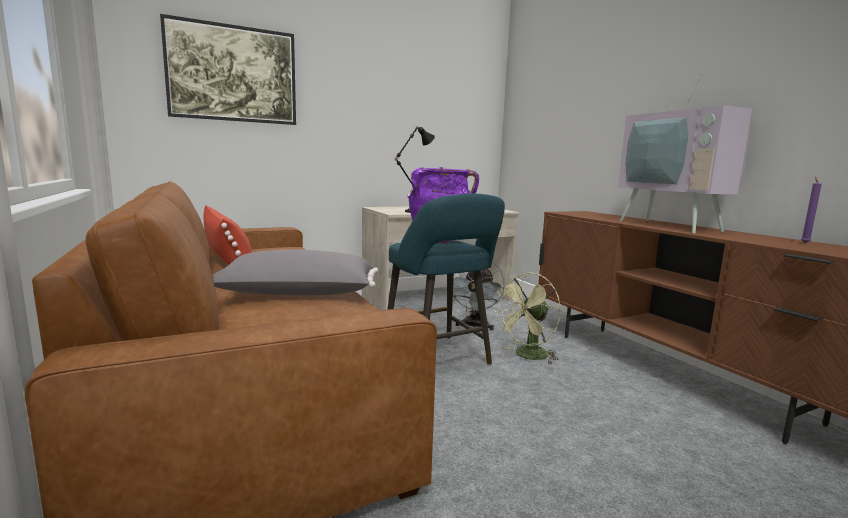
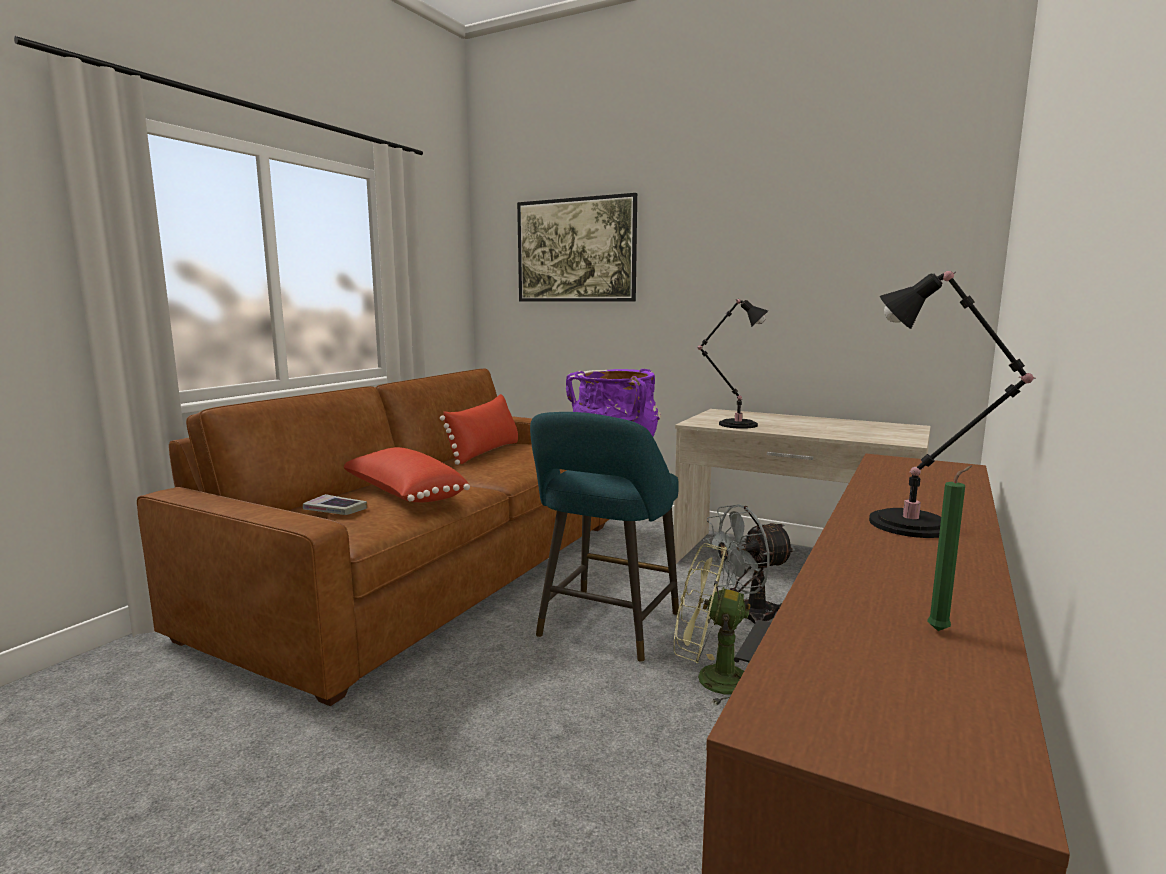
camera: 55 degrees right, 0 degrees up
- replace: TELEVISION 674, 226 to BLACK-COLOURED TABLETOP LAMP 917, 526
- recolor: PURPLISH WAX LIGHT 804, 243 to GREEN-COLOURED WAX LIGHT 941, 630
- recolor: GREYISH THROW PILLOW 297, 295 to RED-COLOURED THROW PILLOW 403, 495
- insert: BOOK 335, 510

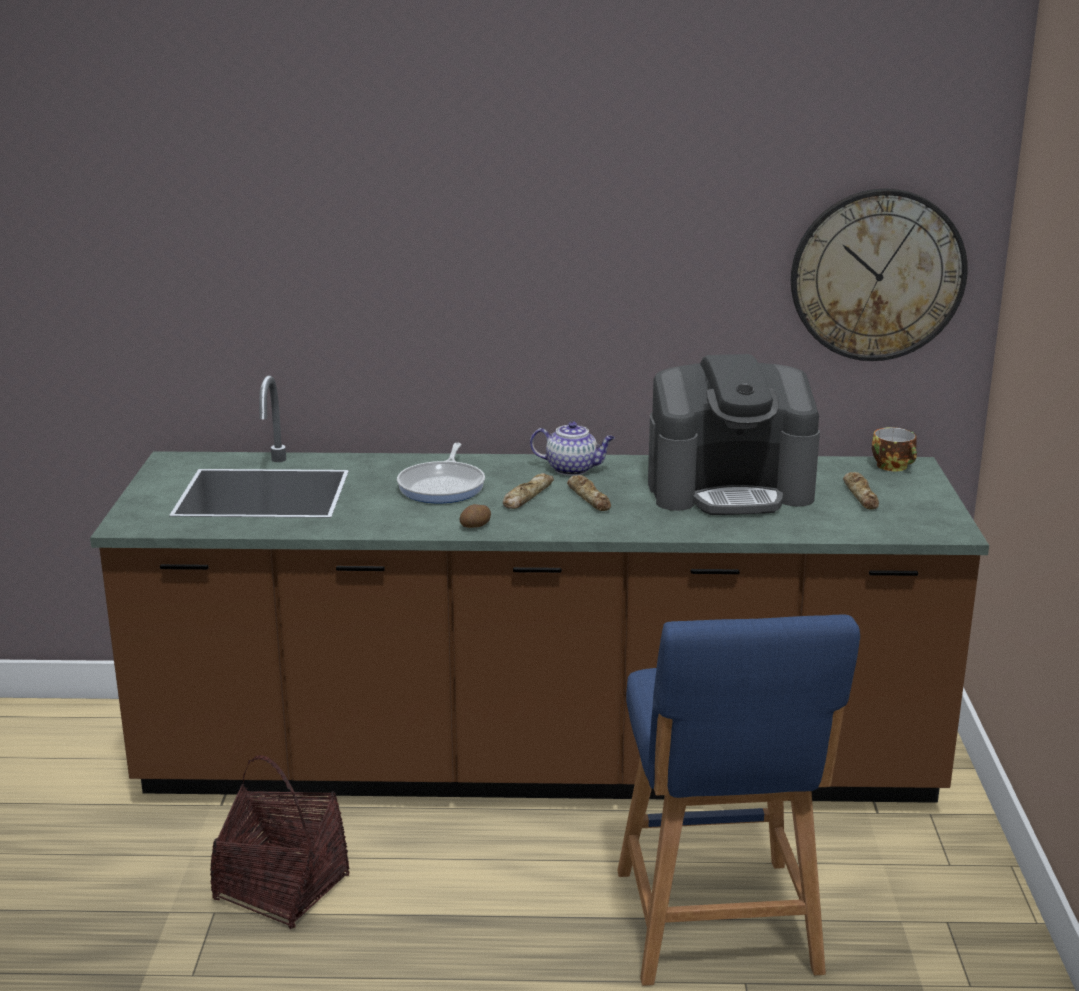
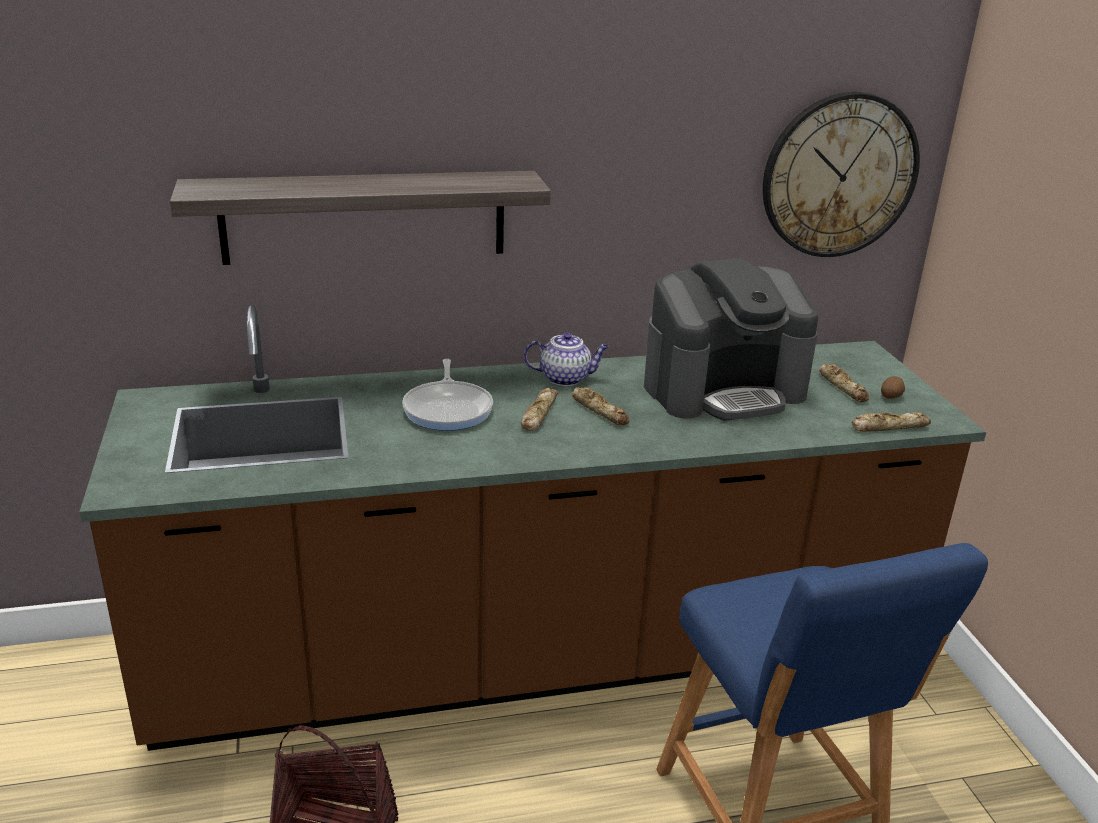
camera: 15 degrees left, 5 degrees up
- delete: SMALL CUP 894, 466
- move: WHOLE POTATO 476, 526 to 891, 396
- insert: BRACKET SHELF 364, 217
- insert: BAKERY BREAD 888, 427

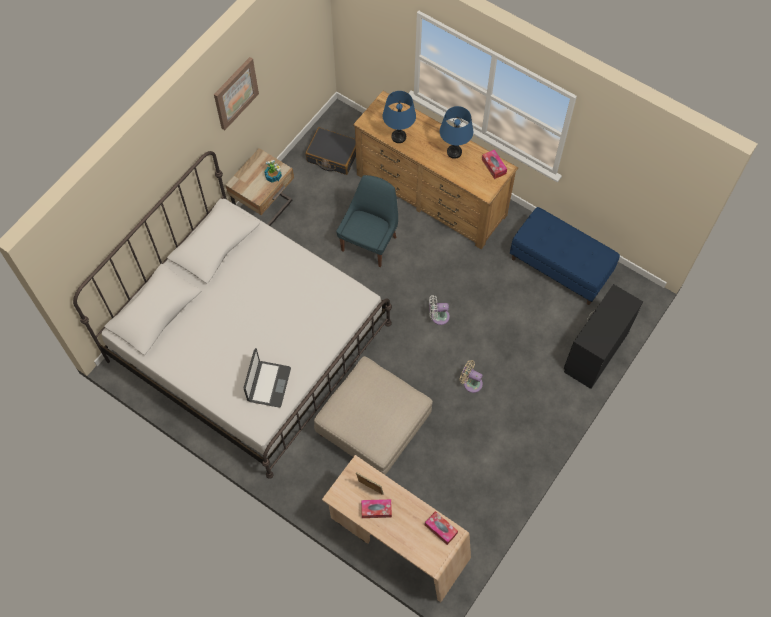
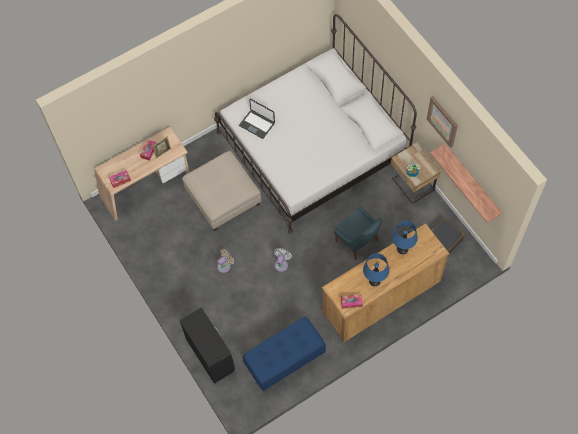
camera: 115 degrees right, 0 degrees up
- insert: BRACKET SHELF 472, 181

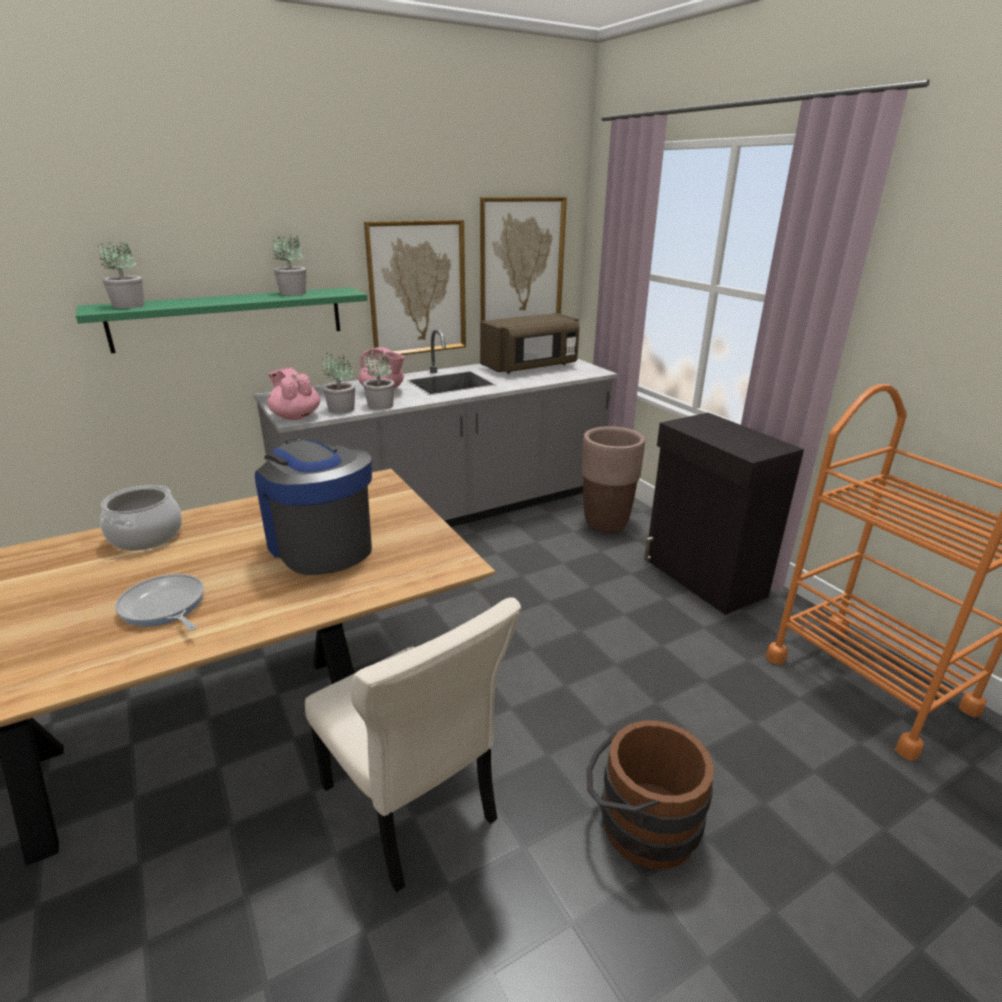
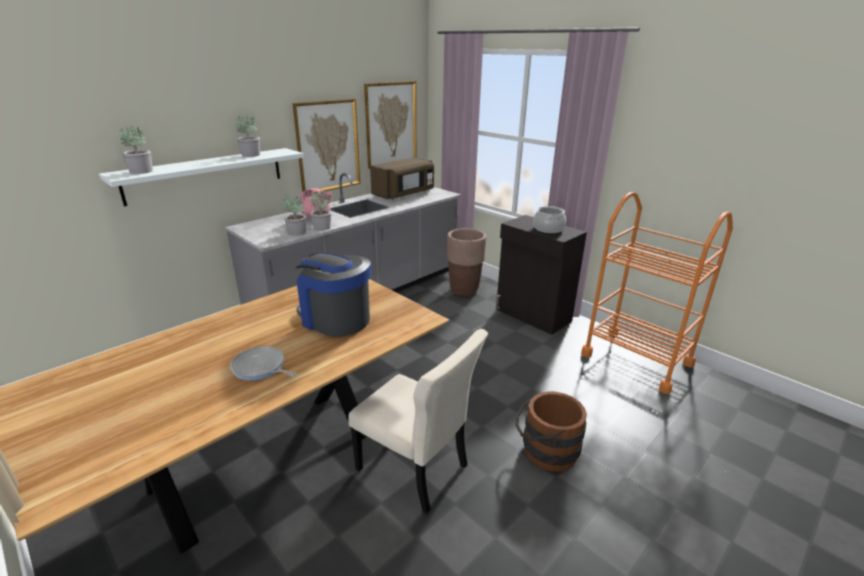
camera: 15 degrees left, 0 degrees up
- recolor: GREEN-COLOURED BRACKET SHELF 230, 318 to WHITE BRACKET SHELF 206, 175
- delete: PINK TEA POT 295, 416
- move: SAUCEPOT 146, 536 to 548, 229

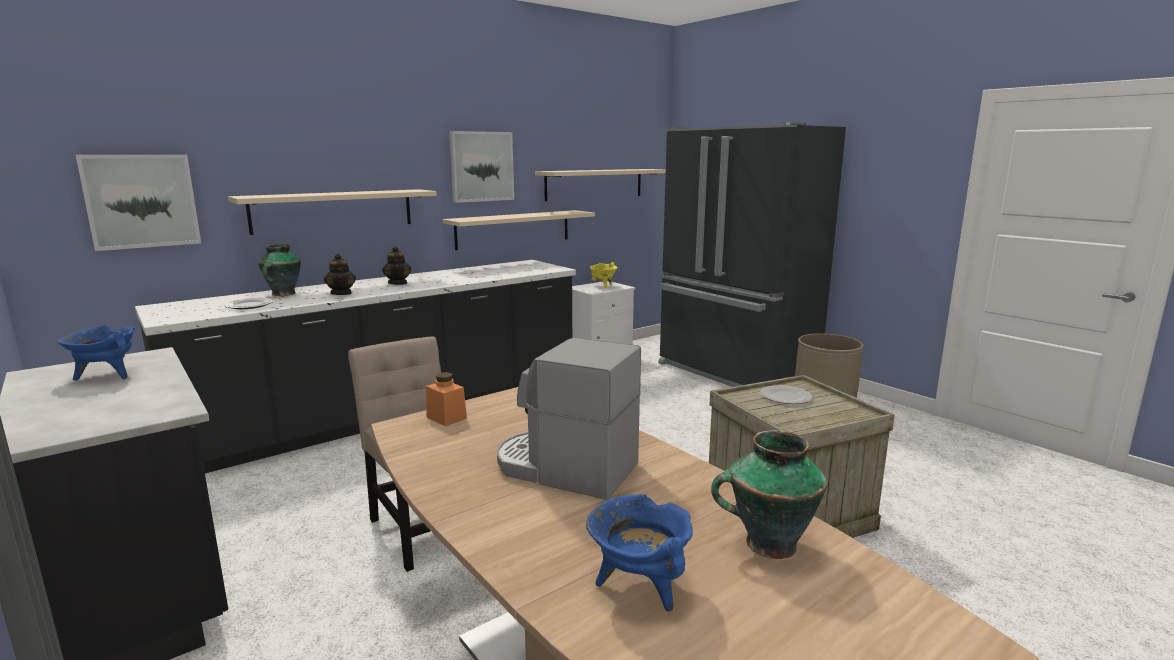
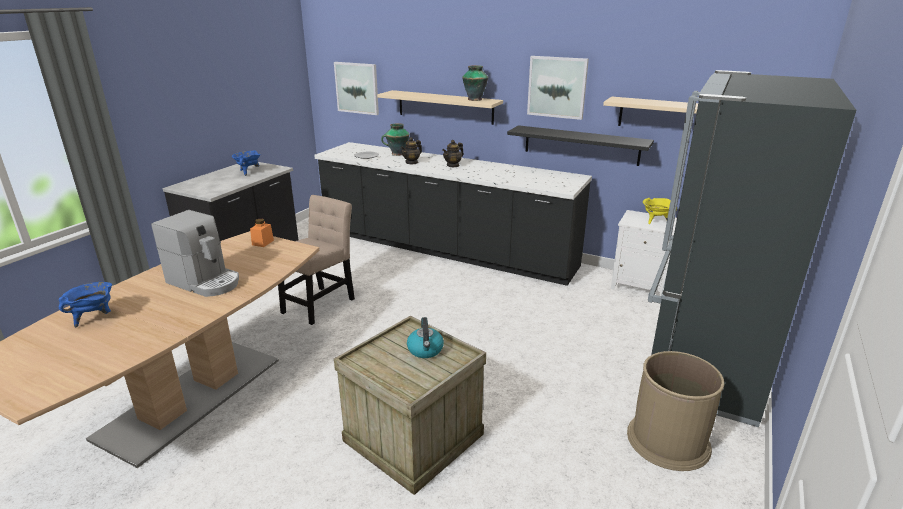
camera: 65 degrees right, 10 degrees up
- recolor: BEIGE-COLOURED BRACKET SHELF 513, 229 to BLACK-COLOURED BRACKET SHELF 581, 145
- rotate: COFFEE MAKER 565, 468 = 205, 282 120 degrees clockwise
- replace: PLATE 785, 397 to KETTLE 425, 350
- move: VASE 768, 544 to 474, 99

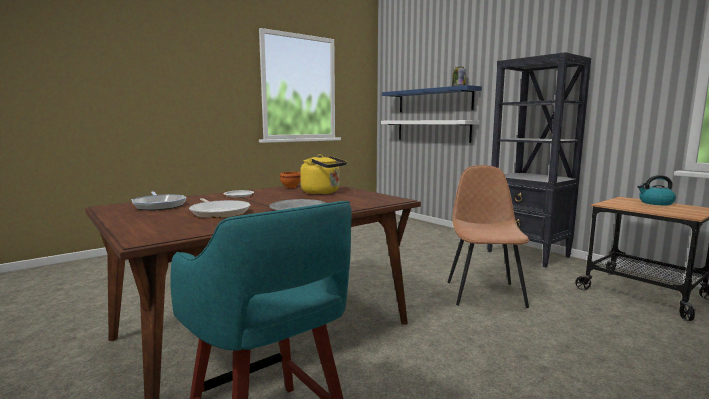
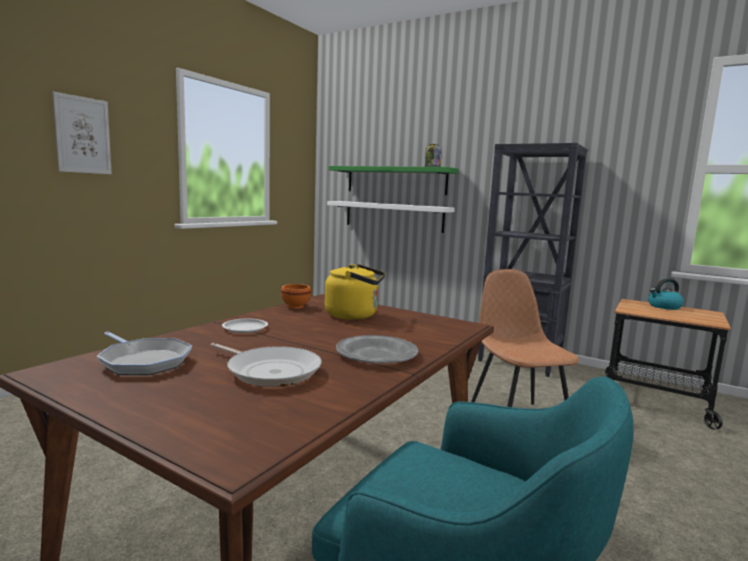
camera: 20 degrees left, 0 degrees up
- recolor: BLUE-COLOURED BRACKET SHELF 434, 100 to GREEN-COLOURED BRACKET SHELF 395, 180
- insert: PICTURE 83, 135

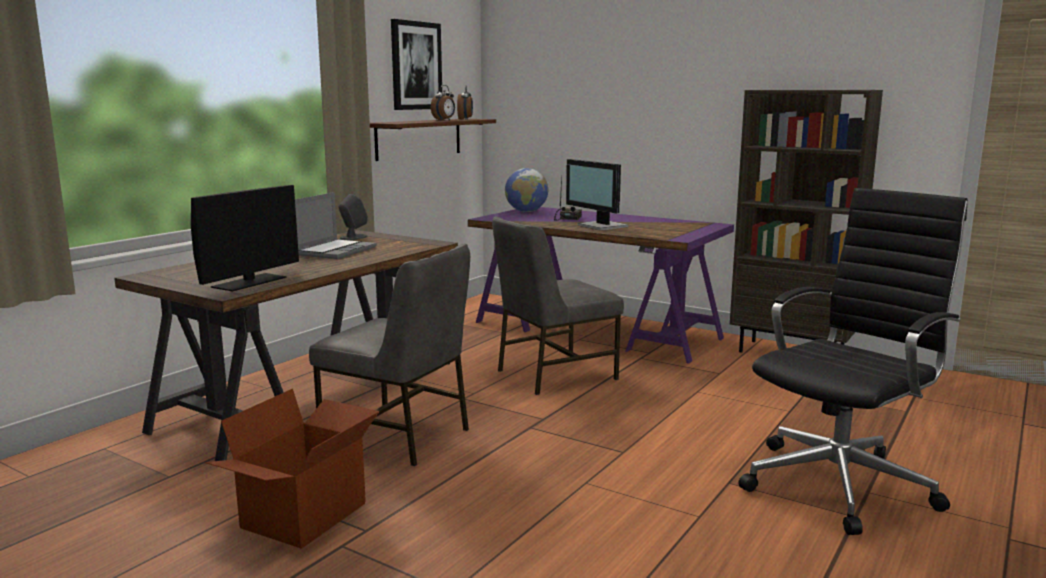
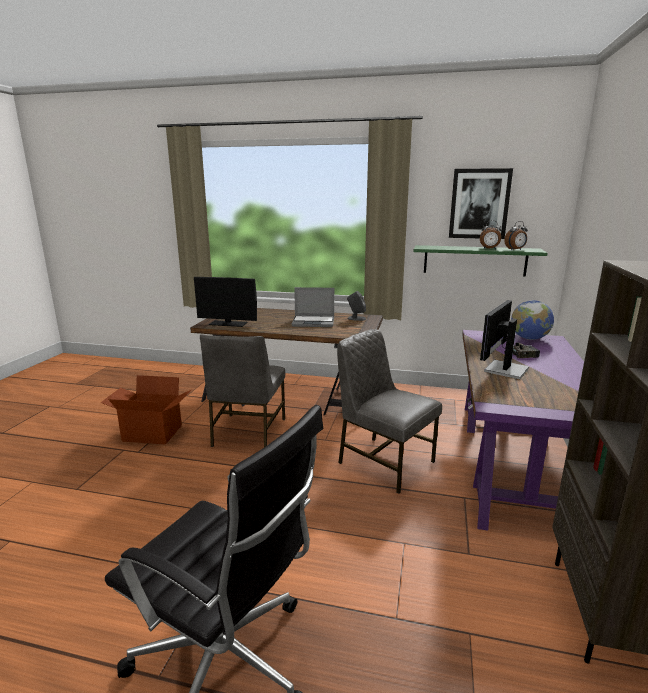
camera: 70 degrees right, 5 degrees up
- recolor: BROWN-COLOURED BRACKET SHELF 419, 138 to GREEN-COLOURED BRACKET SHELF 474, 260

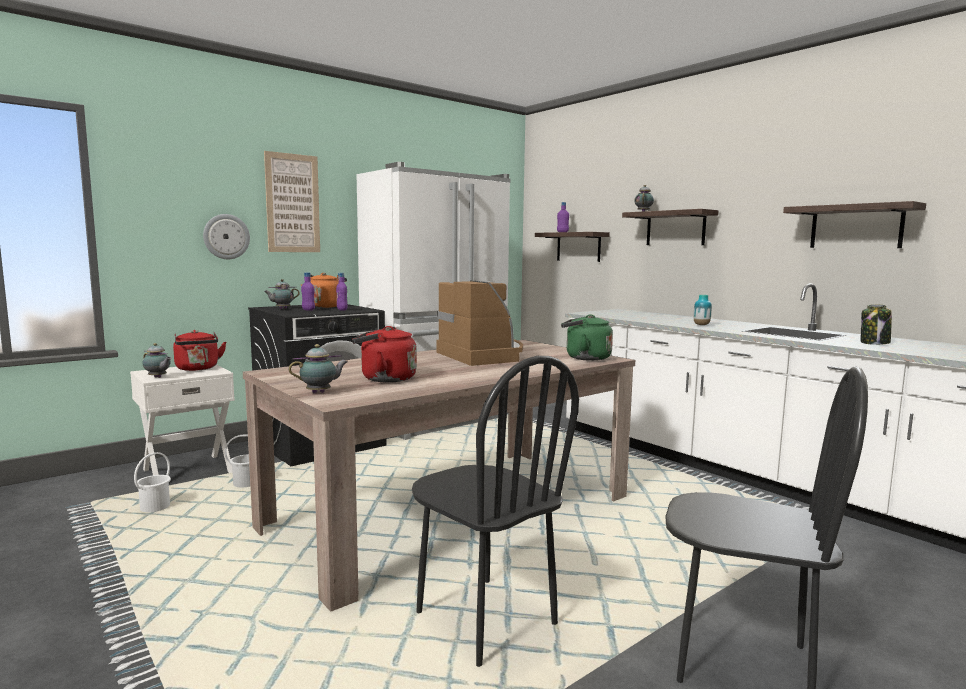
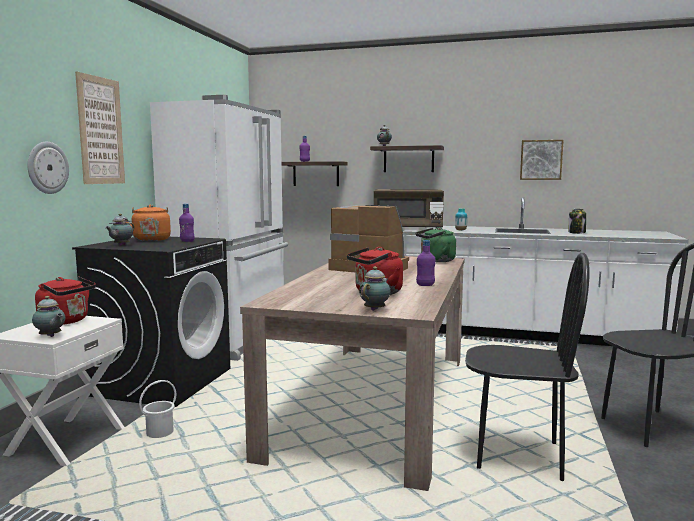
camera: 35 degrees left, 0 degrees up
- replace: BRACKET SHELF 856, 227 to PICTURE 541, 160
- move: PURPLISH BOTTLE 308, 310 to 425, 285
- rotate: TEA POT 158, 377 = 50, 336 45 degrees clockwise
- delete: WHITE WATER BUCKET 154, 507
- insert: BROWN-COLOURED MICROWAVE OVEN 408, 228

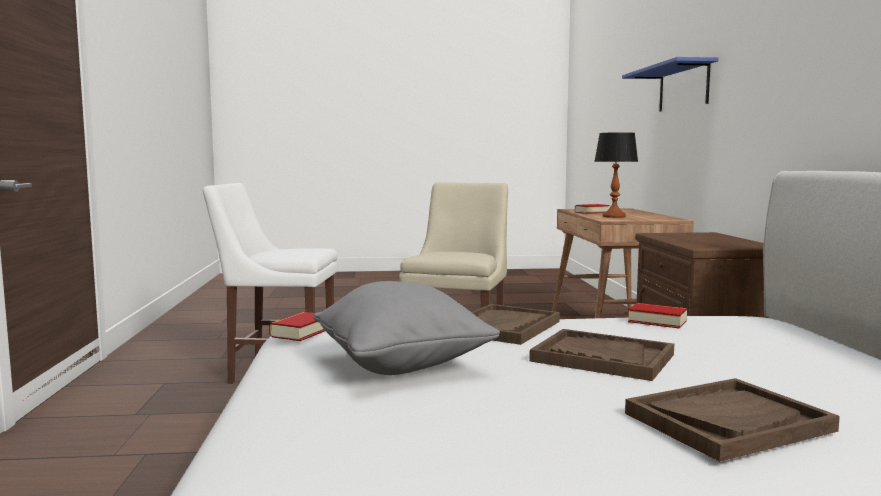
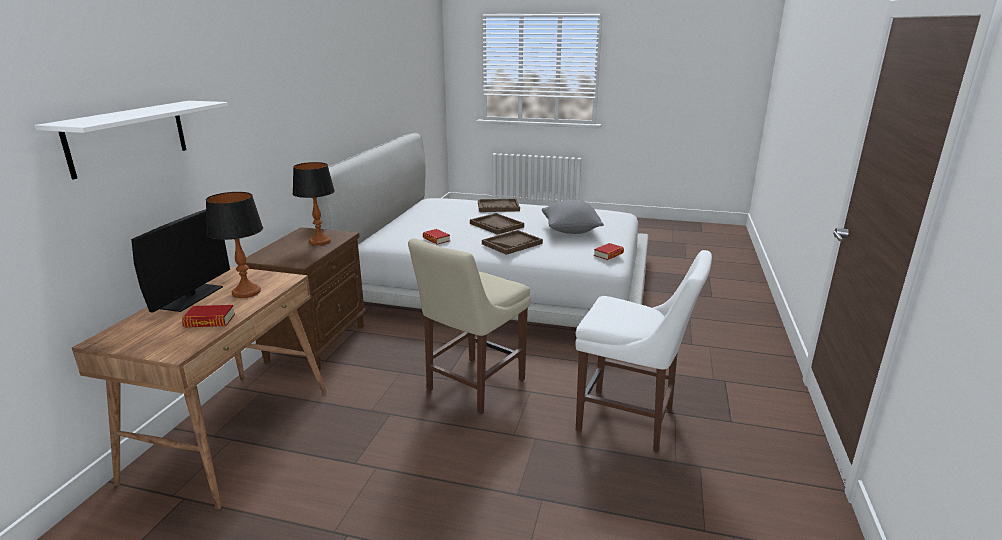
camera: 160 degrees left, 15 degrees up
- recolor: BLUE-COLOURED BRACKET SHELF 683, 87 to WHITE BRACKET SHELF 128, 137
- insert: TABLETOP LAMP 319, 241
- insert: COMPUTER SCREEN 191, 297

